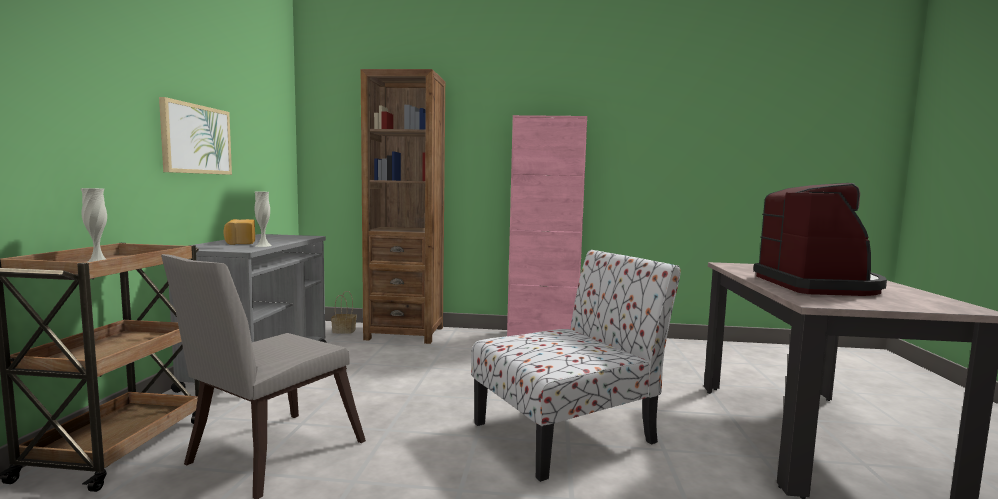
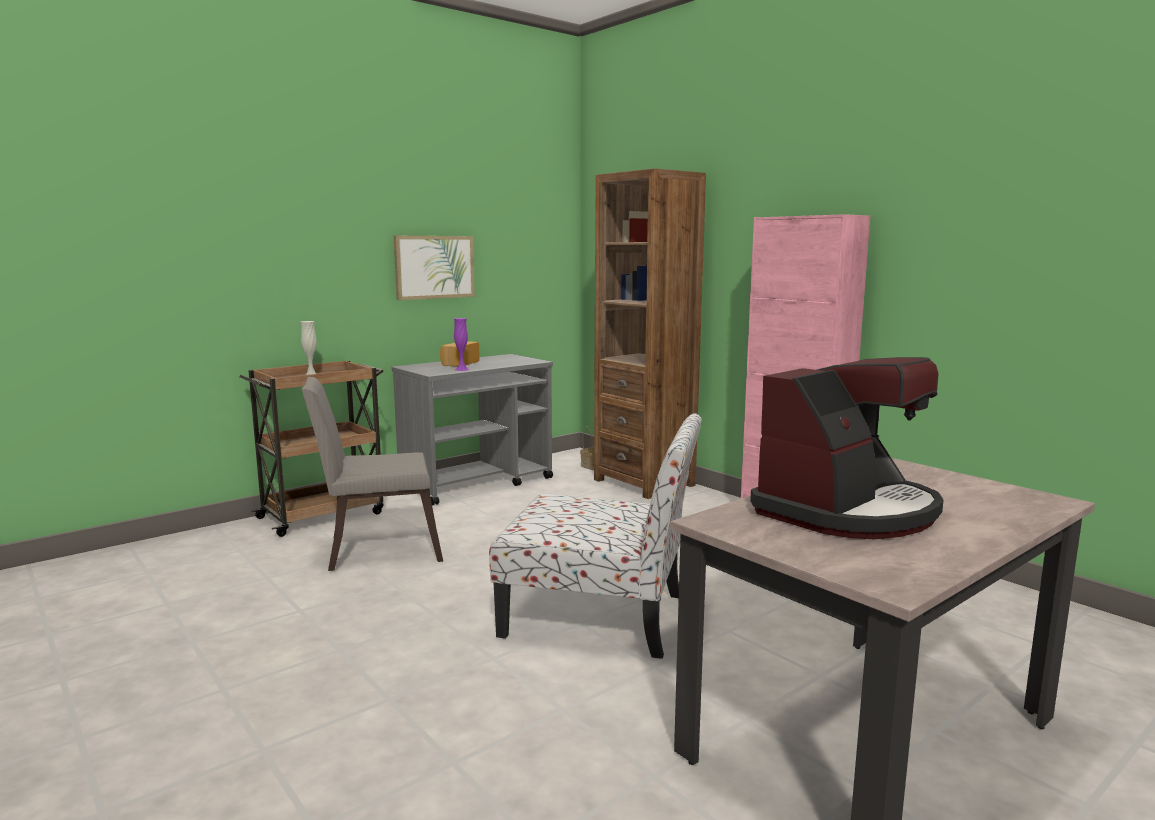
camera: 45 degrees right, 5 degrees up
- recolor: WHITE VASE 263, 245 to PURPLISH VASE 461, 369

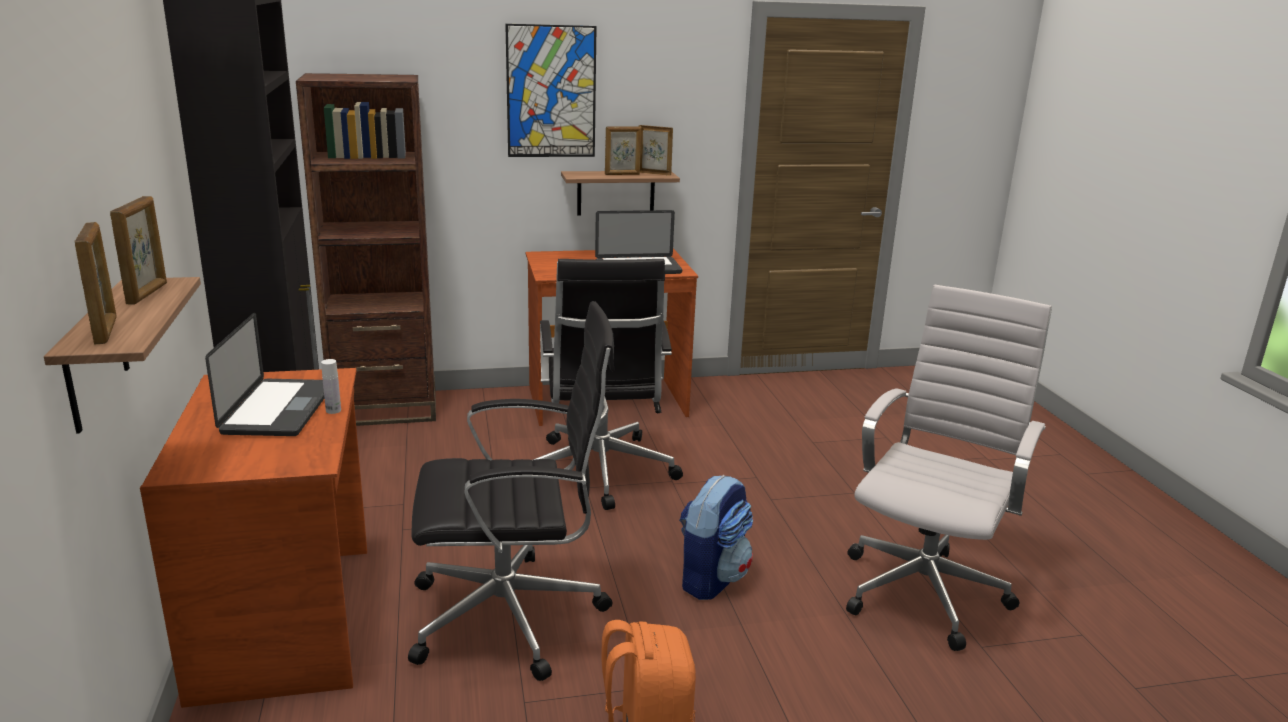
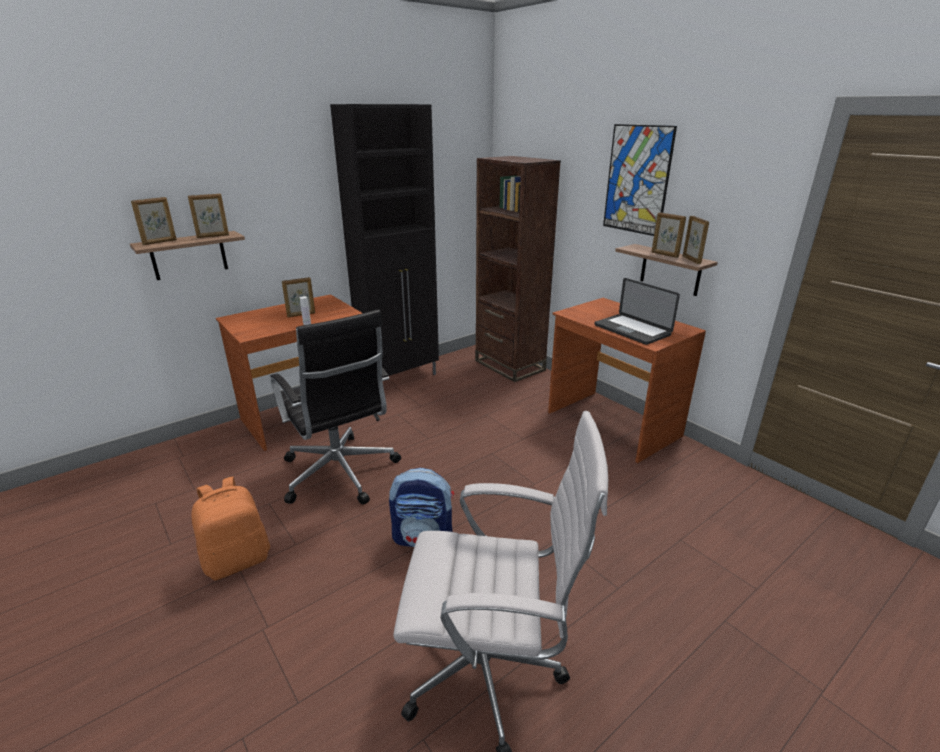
camera: 65 degrees right, 5 degrees up
- delete: BLACK-COLOURED OFFICE CHAIR 600, 472
- replace: PORTABLE COMPUTER 278, 409 to STANDING FRAME 301, 315

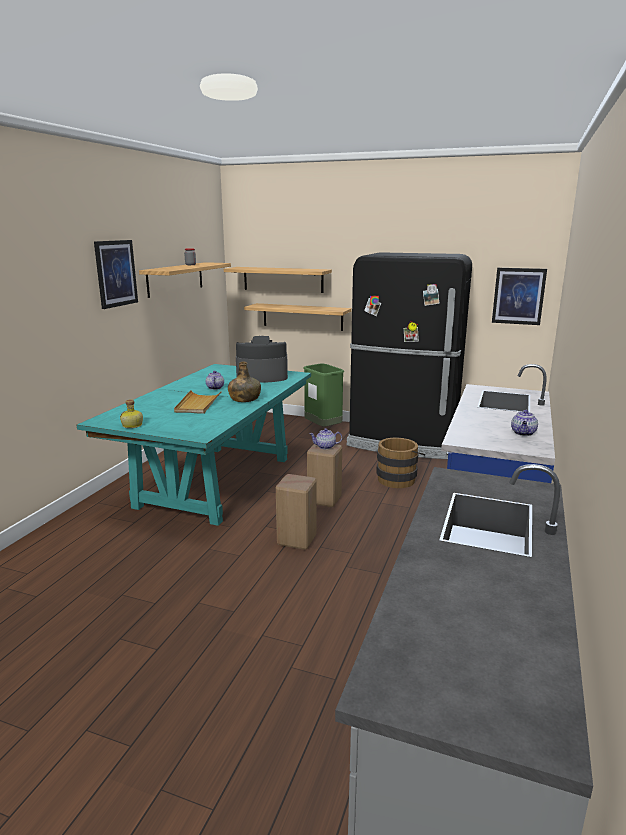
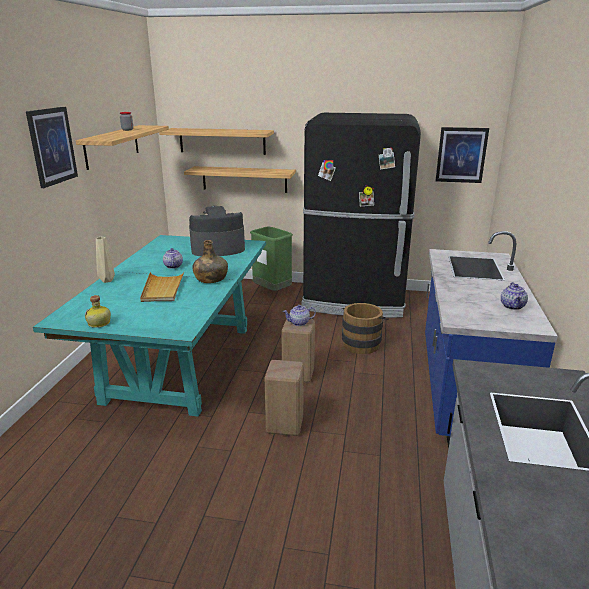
camera: 10 degrees left, 5 degrees up
- insert: BEIGE-COLOURED VASE 108, 280

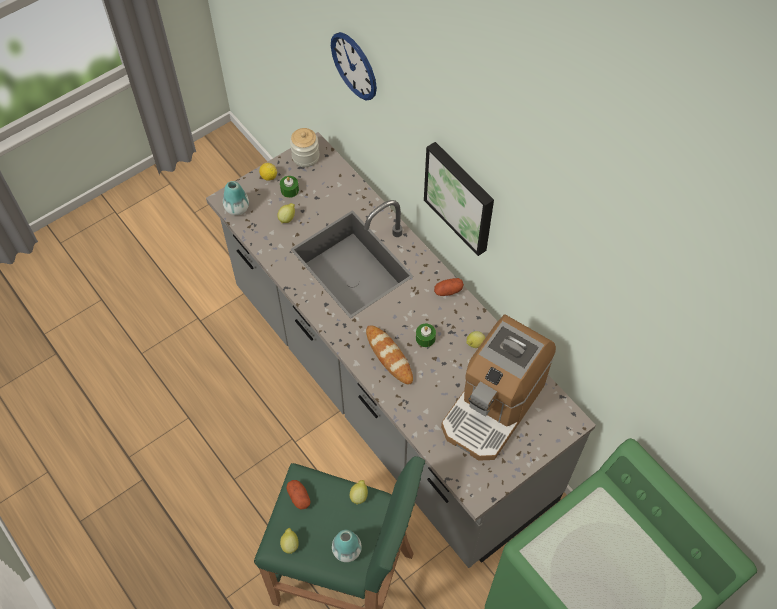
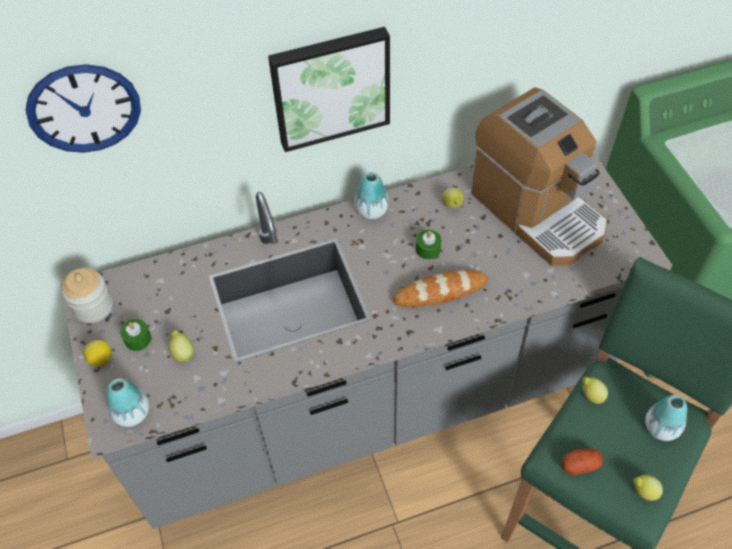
camera: 70 degrees left, 5 degrees down
- replace: WHOLE POTATO 448, 291 to VASE 371, 210

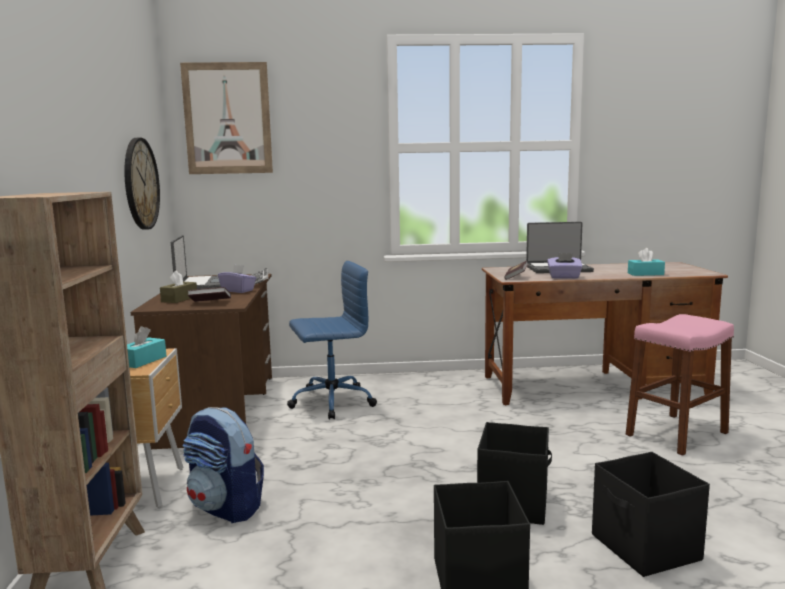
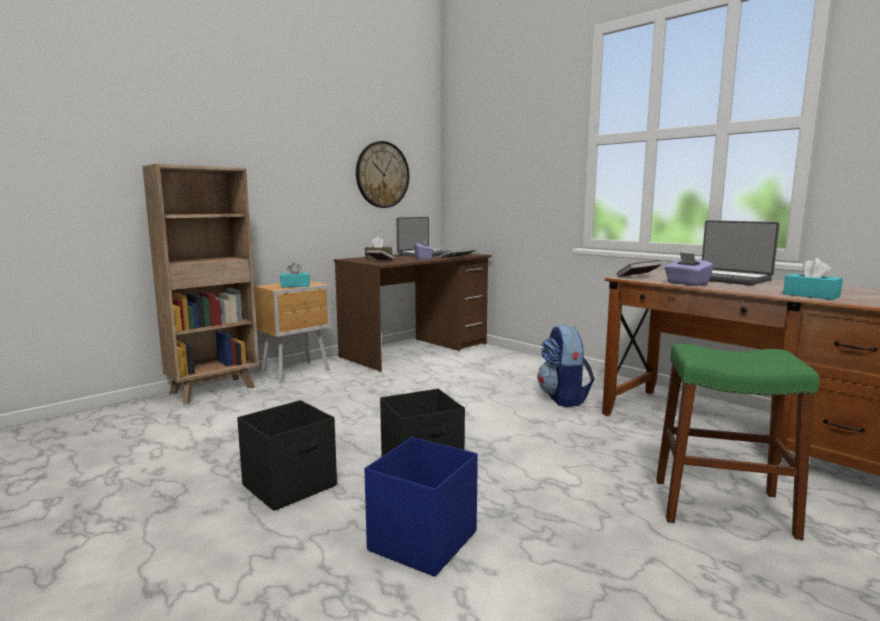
camera: 50 degrees right, 0 degrees up
- delete: PICTURE 227, 119
- delete: BLUE-COLOURED OFFICE CHAIR 330, 402
- recolor: PINK STOOL 676, 434 to GREEN-COLOURED STOOL 722, 507
- move: BACKPACK 226, 508 to 563, 398
- recolor: BLACK-COLOURED STORAGE BOX 645, 548 to BLUE-COLOURED STORAGE BOX 421, 542

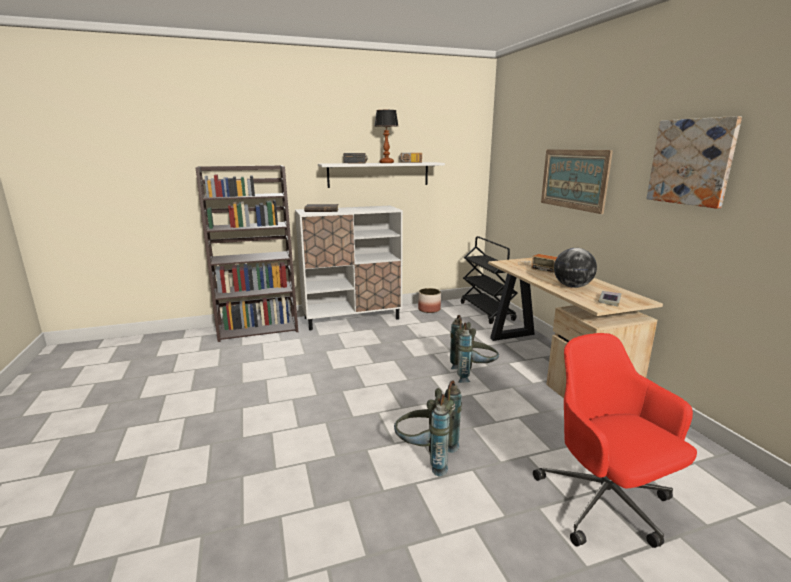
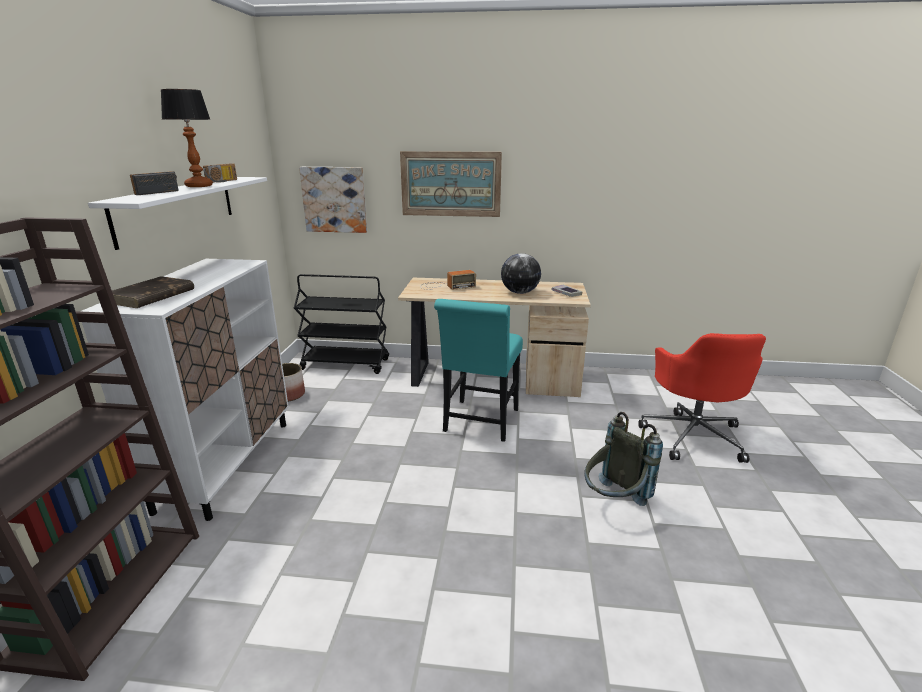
camera: 65 degrees left, 5 degrees up
- move: PICTURE 691, 162 to 334, 199
- replace: GREYISH BACKPACK 472, 375 to TURQUOISE-COLOURED UPRIGHT CHAIR 479, 423
- rotate: RED-COLOURED OFFICE CHAIR 605, 503 = 693, 435 90 degrees counterclockwise

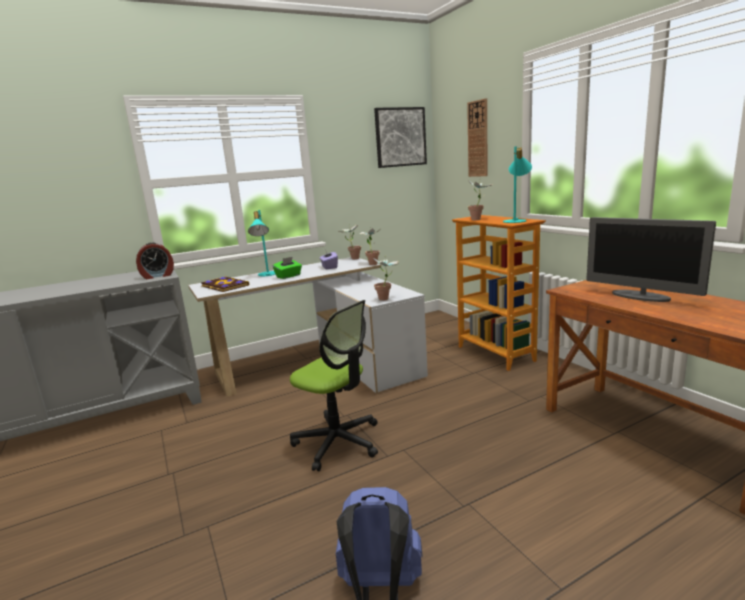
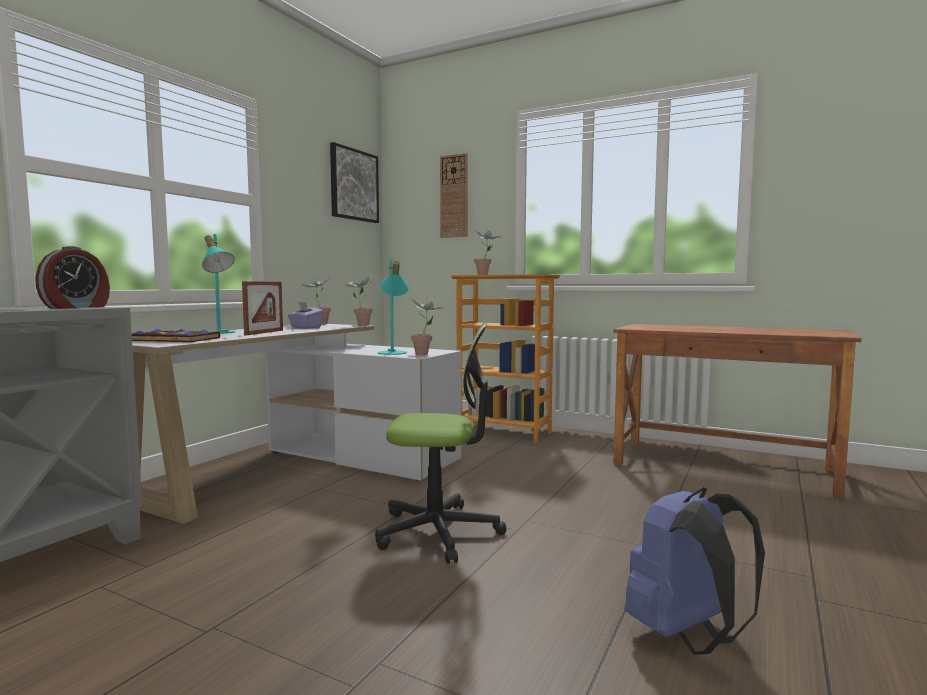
camera: 35 degrees left, 10 degrees down
- move: TURQUOISE-COLOURED TABLETOP LAMP 516, 220 to 393, 352
- delete: COMPUTER SCREEN 640, 296
- replace: GREEN-COLOURED TISSUE HOLDER 288, 276 to STANDING FRAME 264, 332

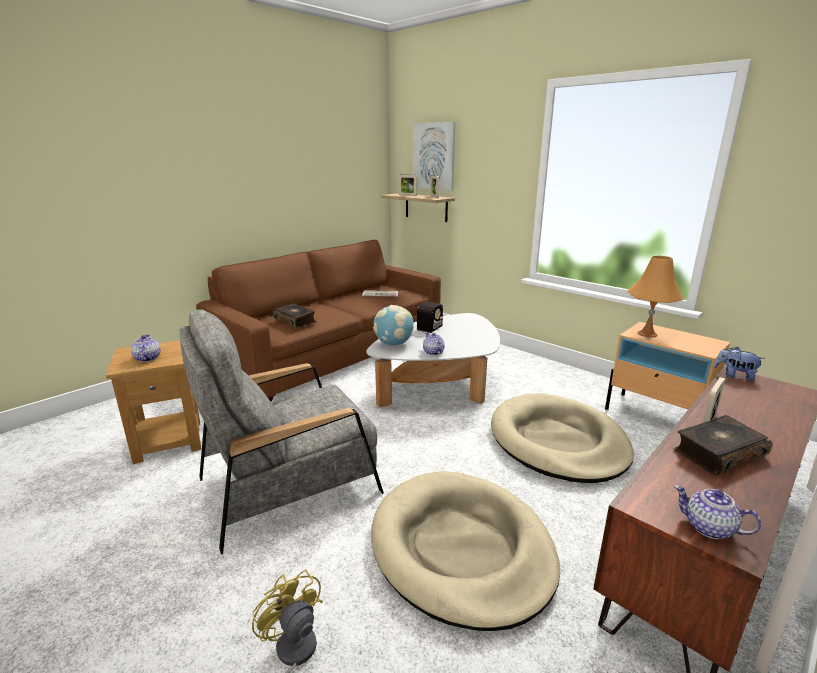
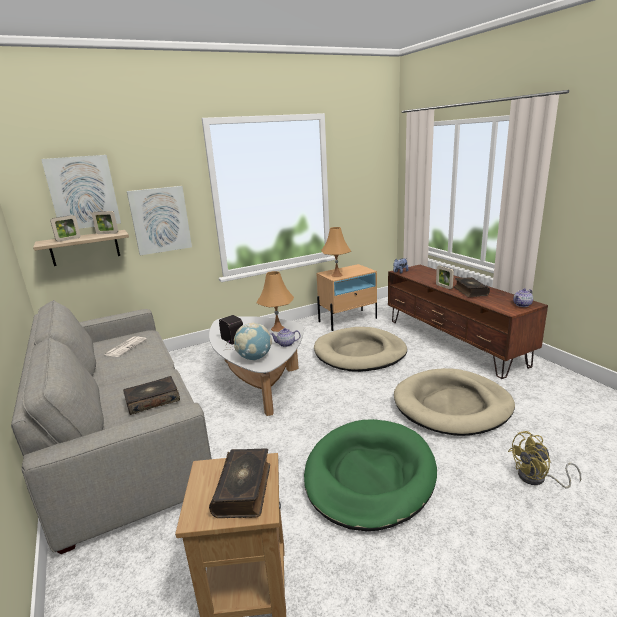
camera: 70 degrees left, 0 degrees up
- recolor: BROWN-COLOURED SOFA 332, 351 to GREYISH SOFA 123, 432
- replace: GREYISH EASY CHAIR 289, 484 to GREEN-COLOURED DOG BED 369, 476
- replace: TEA POT 147, 358 to BOOK 244, 489
- insert: PICTURE 160, 220
- insert: ORANGE TABLETOP LAMP 277, 328

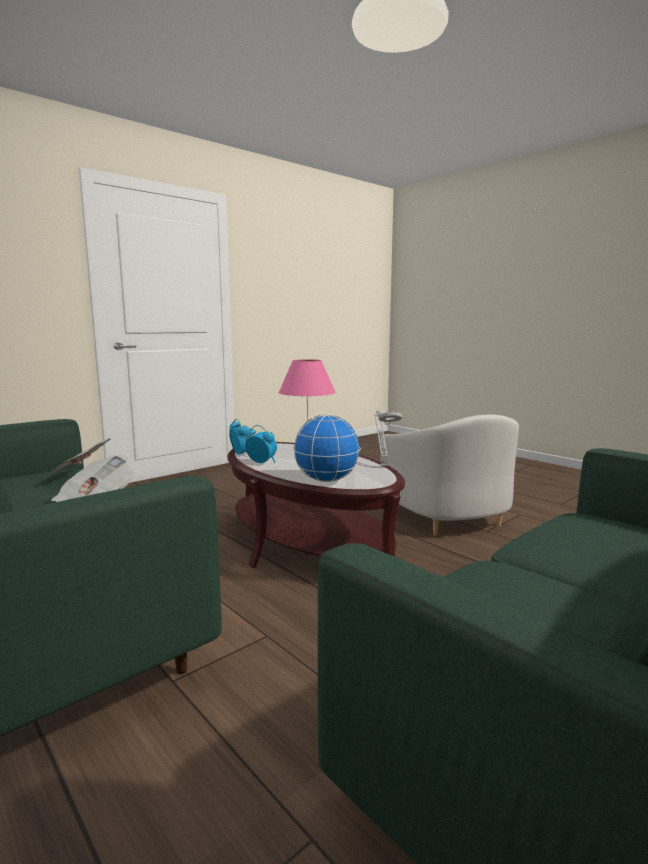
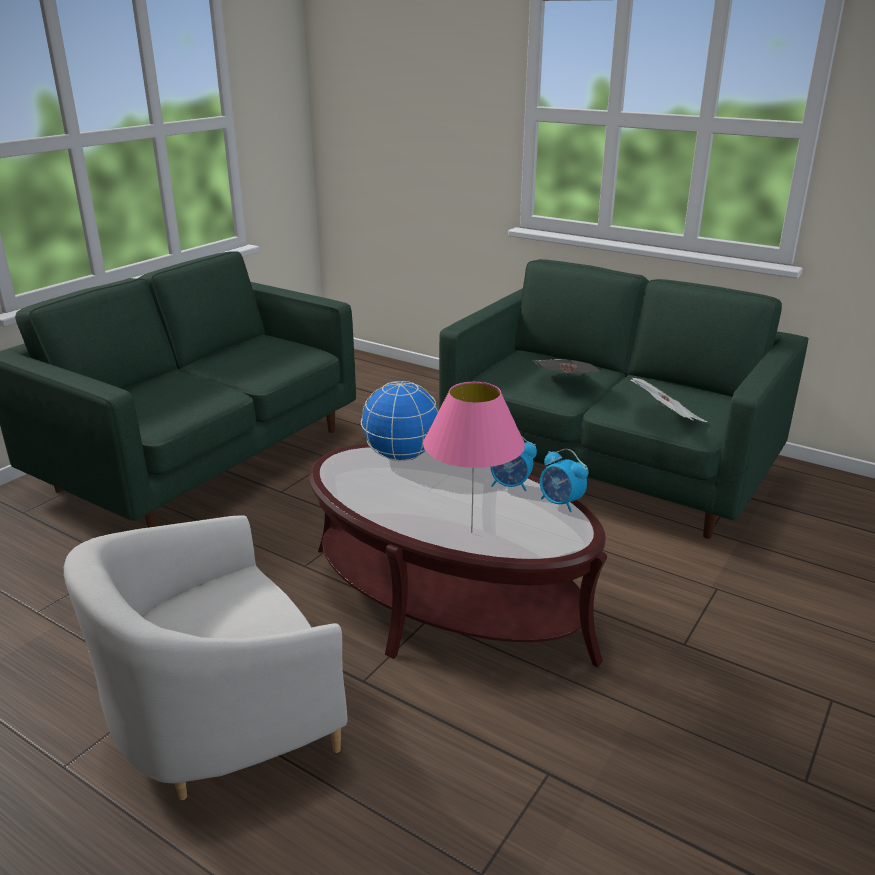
camera: 165 degrees right, 15 degrees up
- delete: GREYISH TABLETOP LAMP 383, 466
- rotate: WHITE EASY CHAIR 449, 518 = 222, 721 90 degrees counterclockwise

